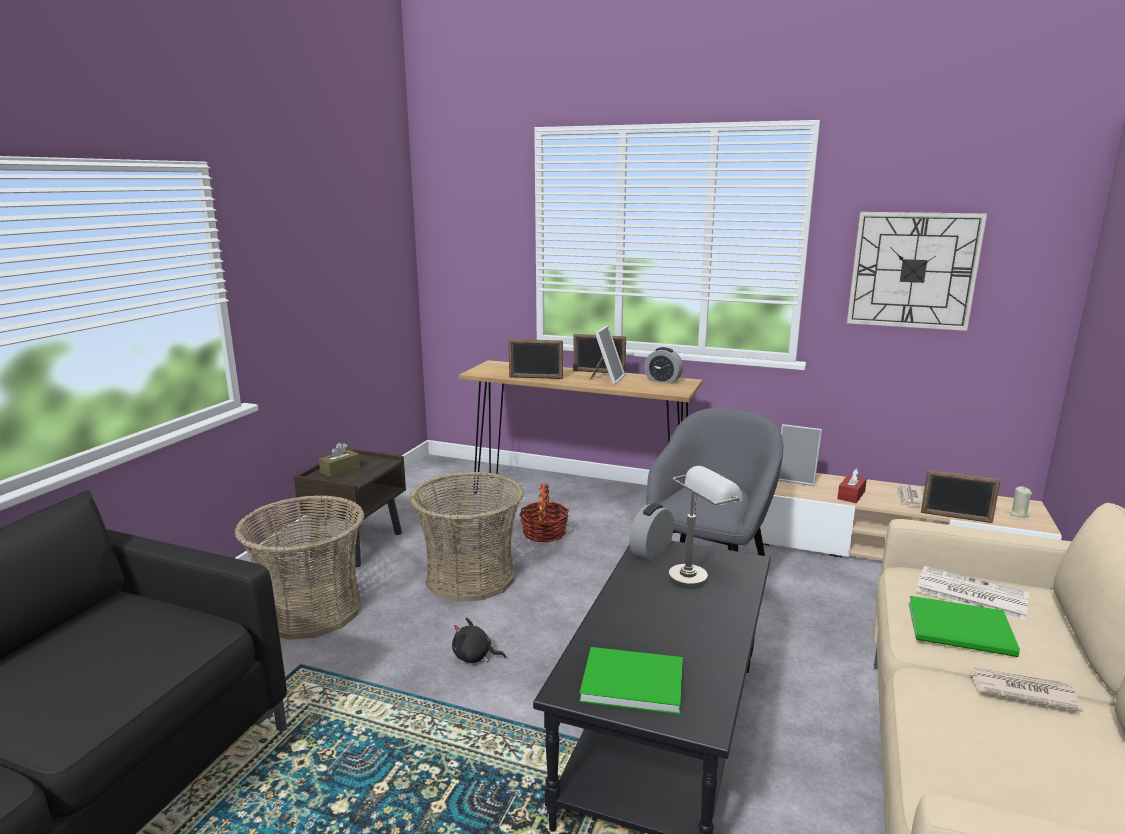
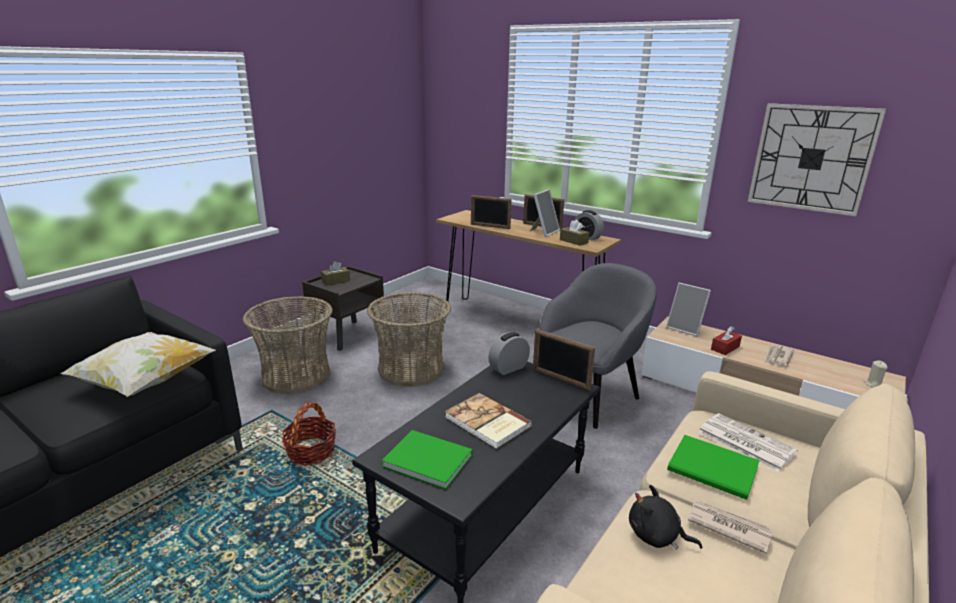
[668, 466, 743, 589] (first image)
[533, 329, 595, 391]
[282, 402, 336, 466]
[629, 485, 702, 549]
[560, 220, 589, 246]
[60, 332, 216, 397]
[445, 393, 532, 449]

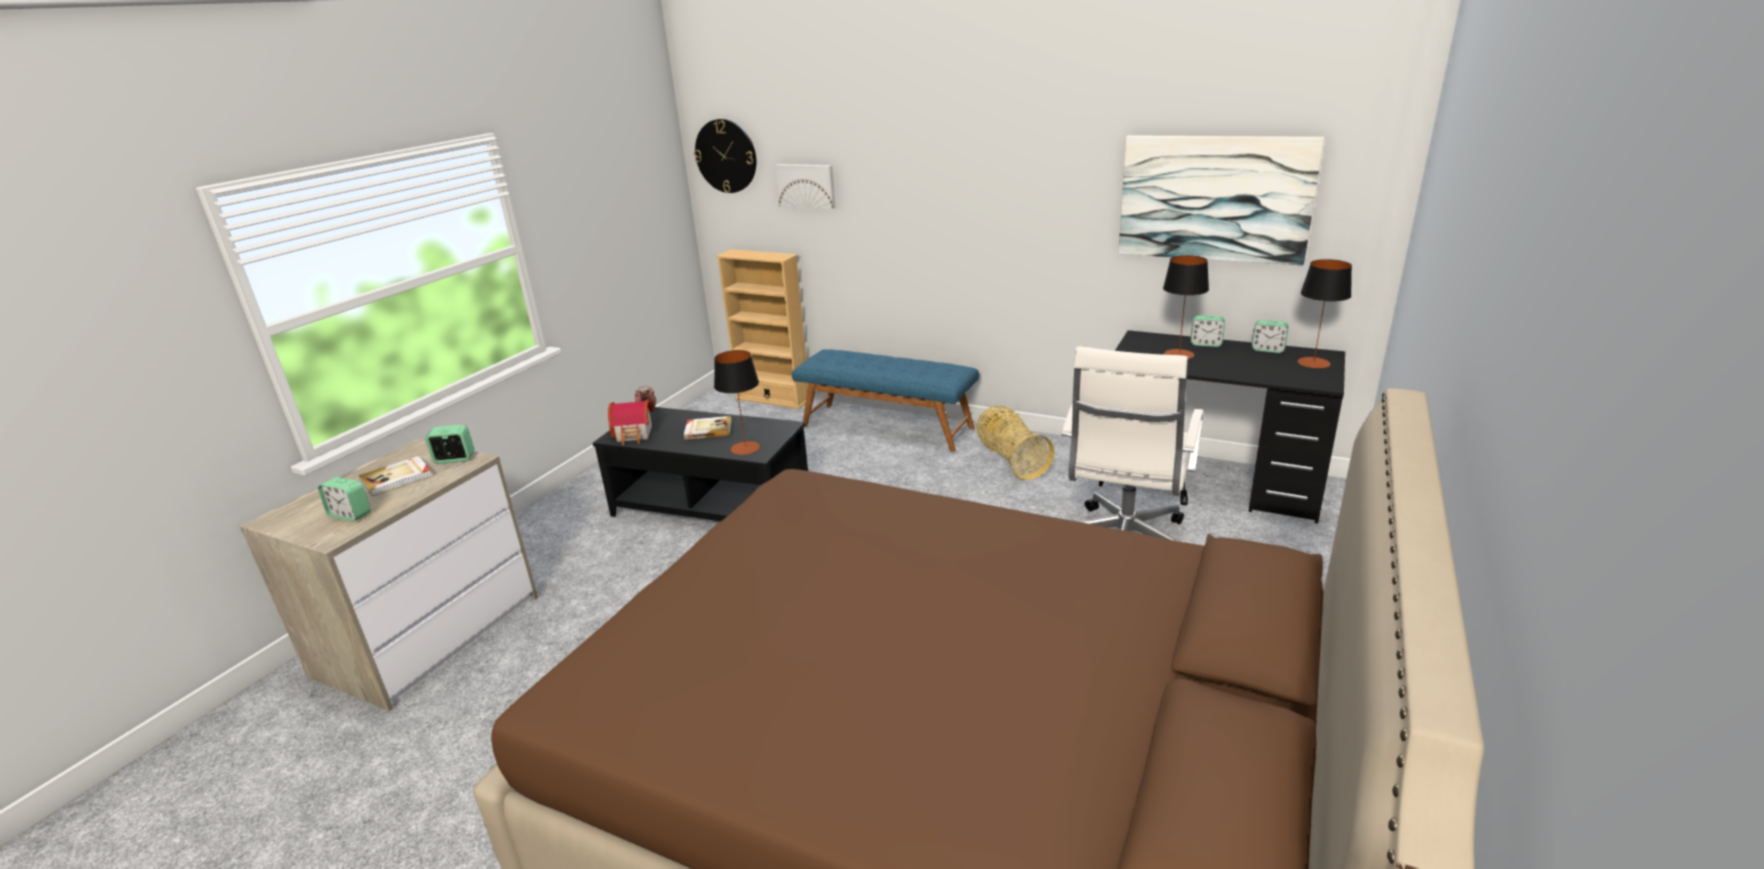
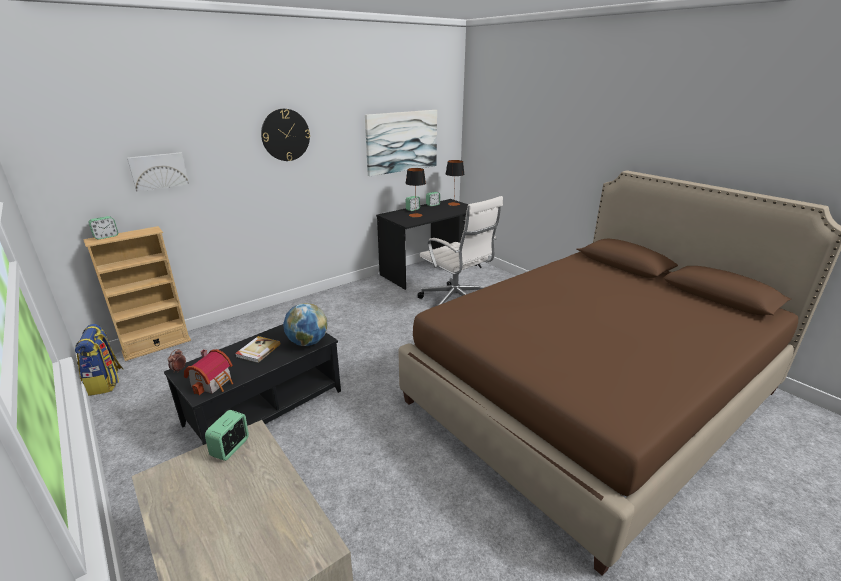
[261, 109, 310, 161]
[792, 349, 979, 452] (first image)
[283, 303, 328, 346]
[977, 406, 1054, 480] (first image)
[359, 456, 433, 496] (first image)
[88, 216, 118, 239]
[75, 324, 123, 396]

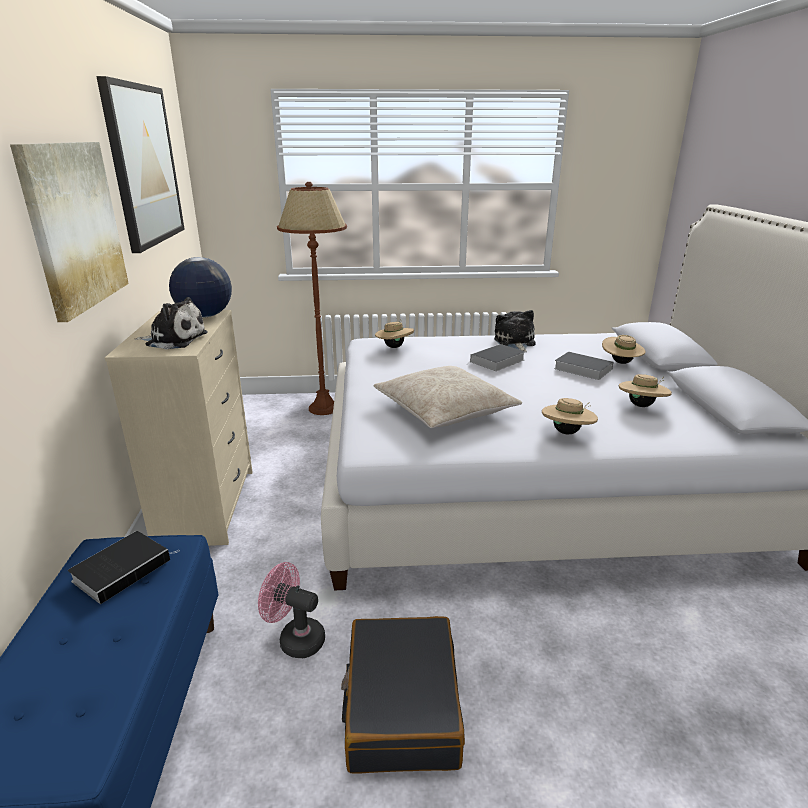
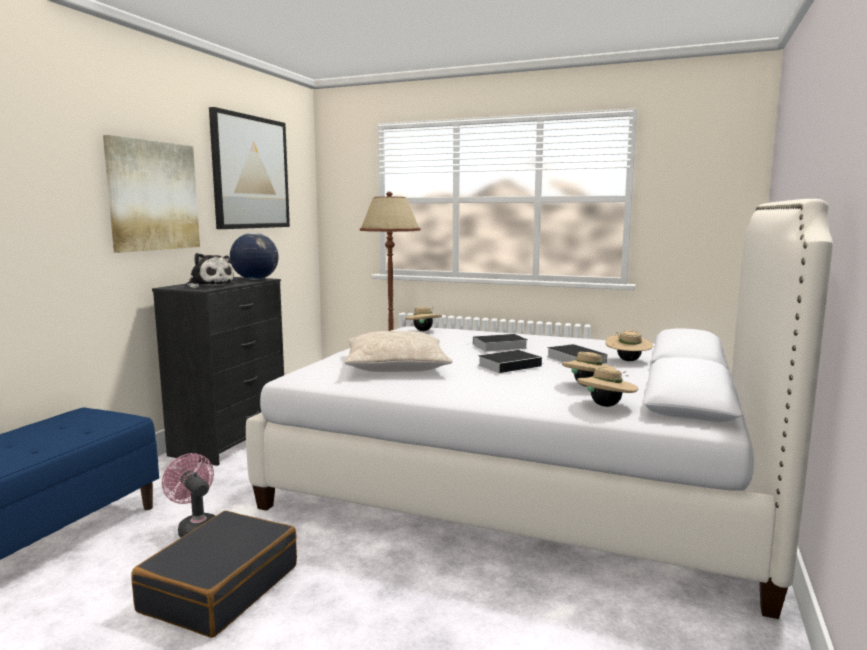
[152, 277, 284, 466]
[494, 310, 536, 352] (first image)
[577, 367, 638, 407]
[478, 350, 542, 373]

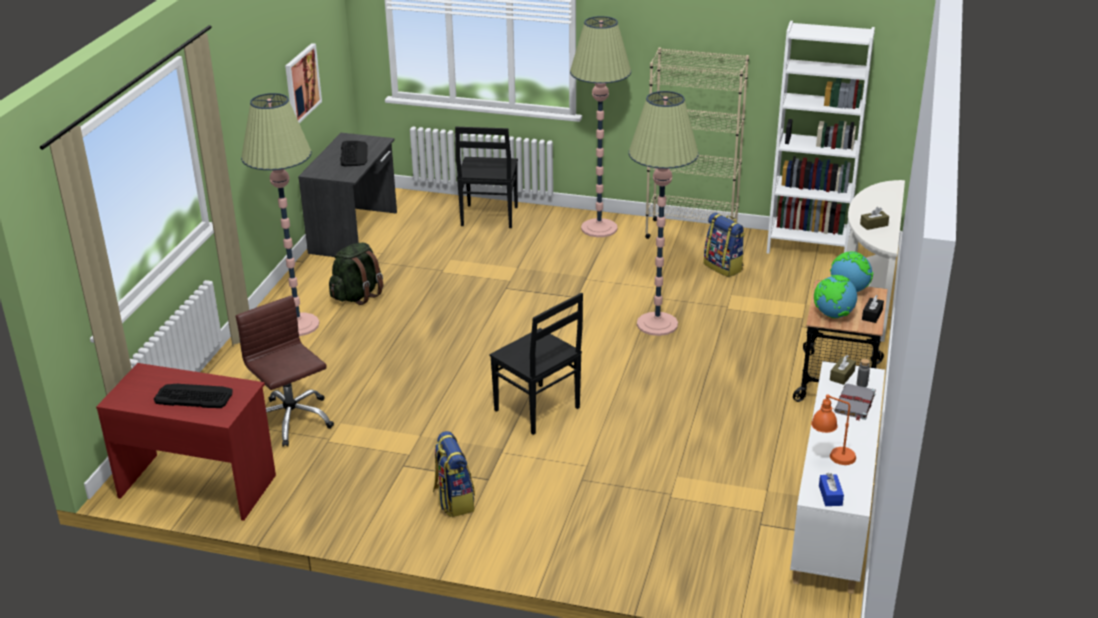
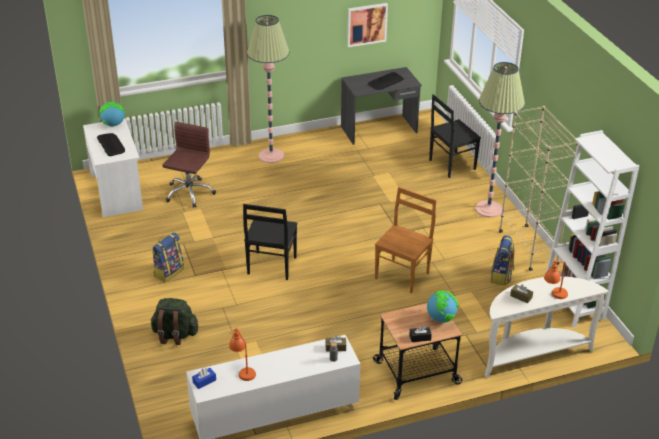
[375, 187, 436, 293]
[150, 298, 198, 345]
[99, 102, 125, 127]
[83, 118, 143, 217]
[834, 384, 876, 421] (first image)
[544, 260, 568, 299]

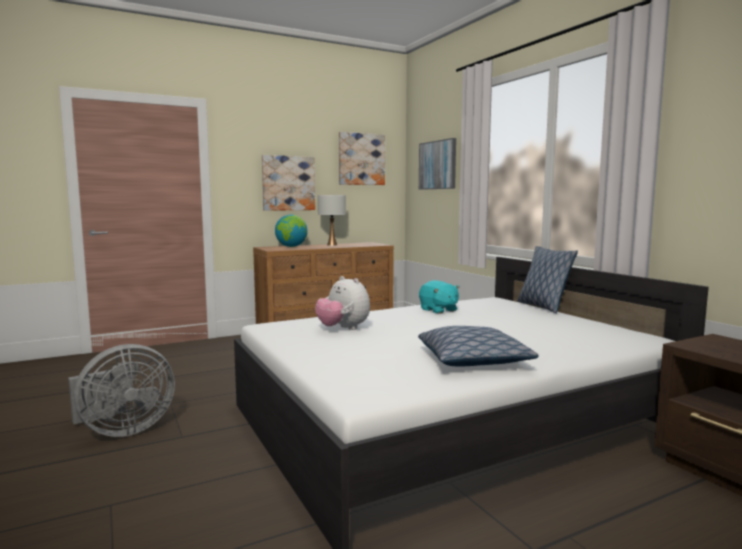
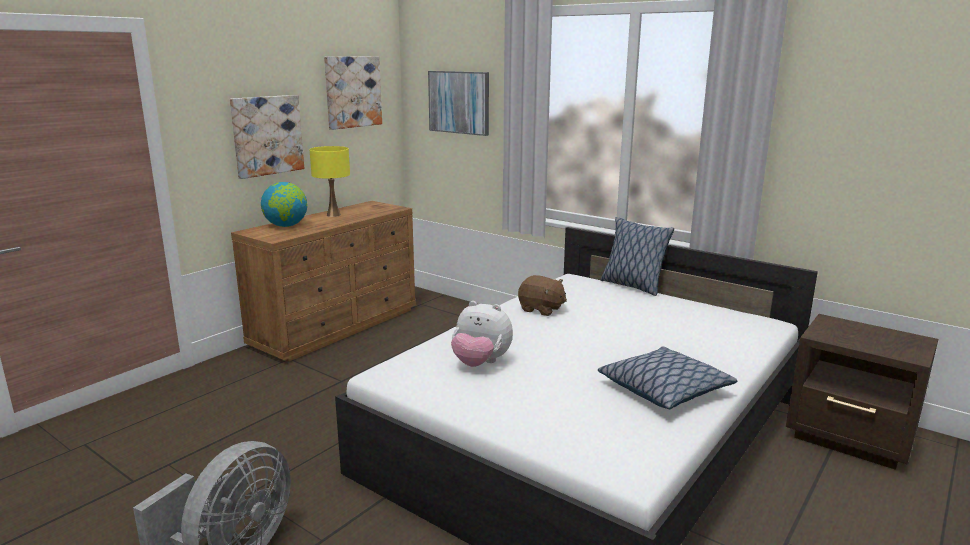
[309, 146, 350, 217]
[518, 275, 567, 316]

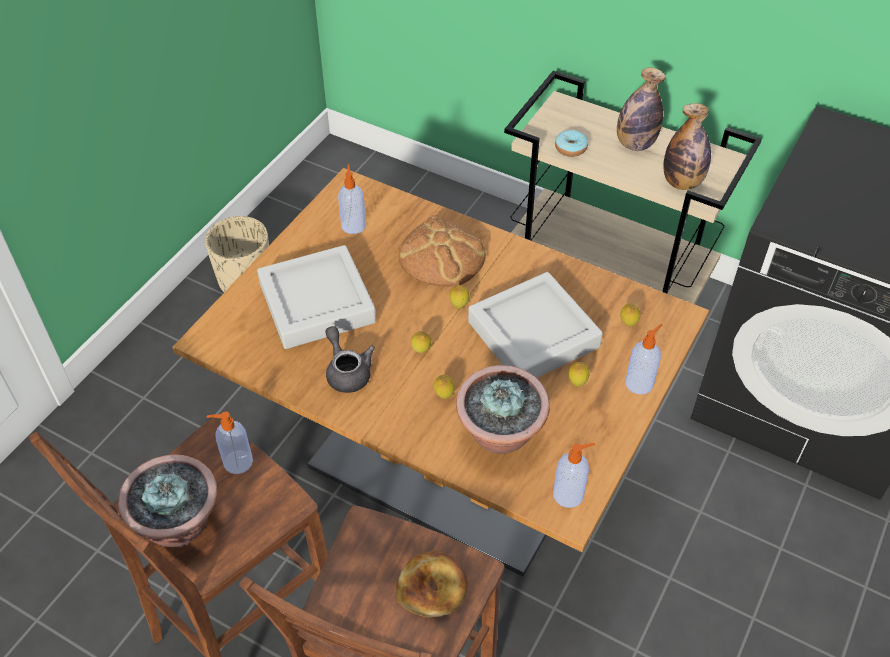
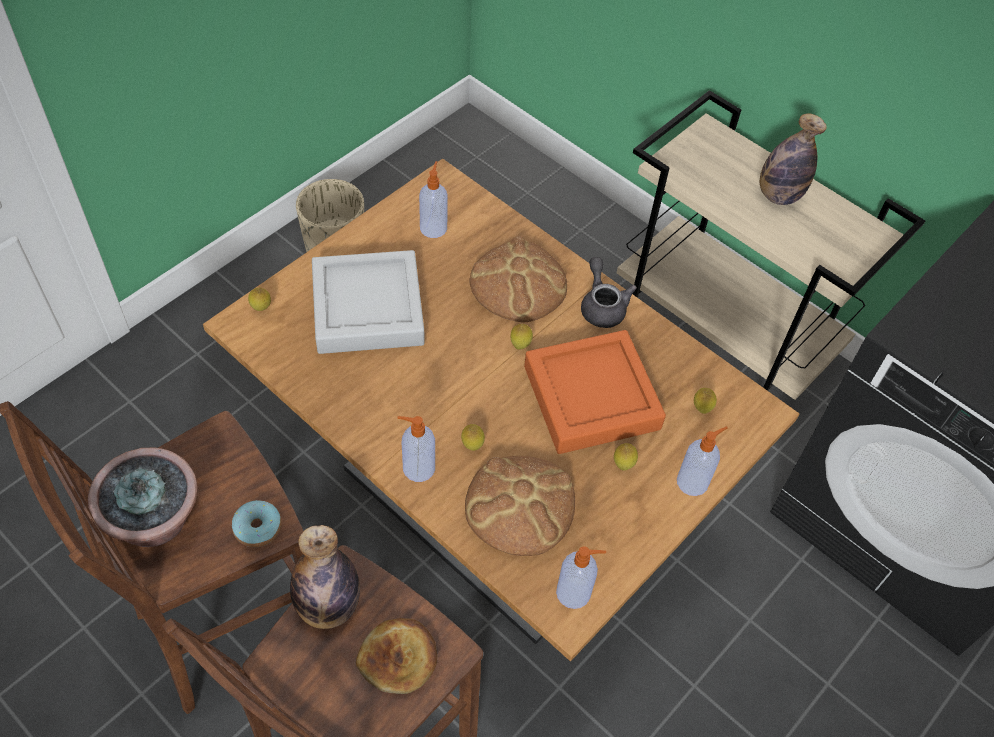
[290, 525, 360, 629]
[232, 500, 282, 547]
[524, 330, 666, 454]
[581, 257, 637, 328]
[248, 288, 271, 311]
[465, 456, 575, 556]
[398, 416, 435, 482]

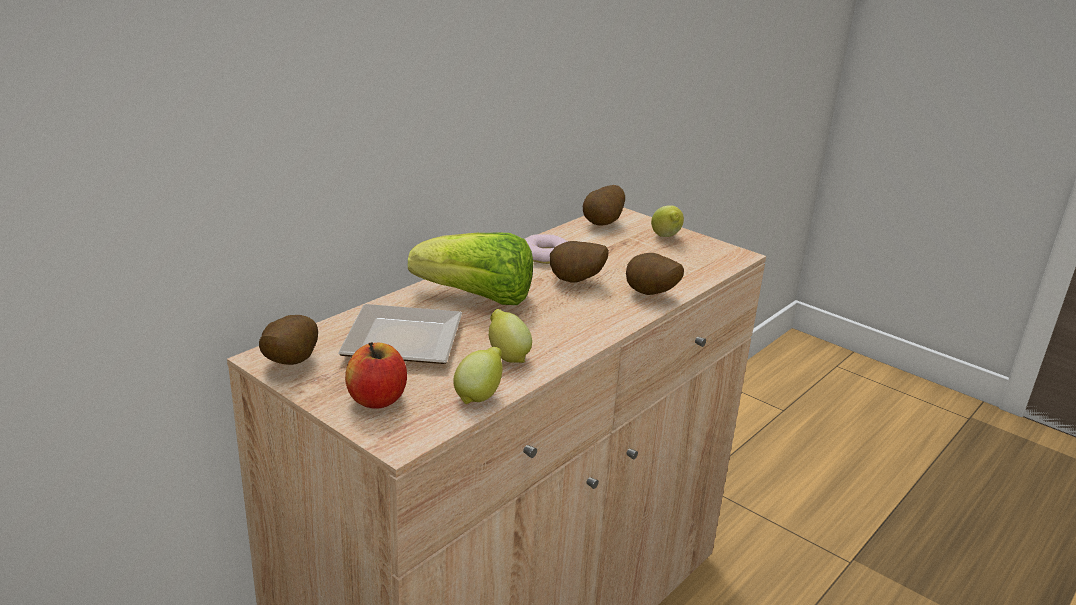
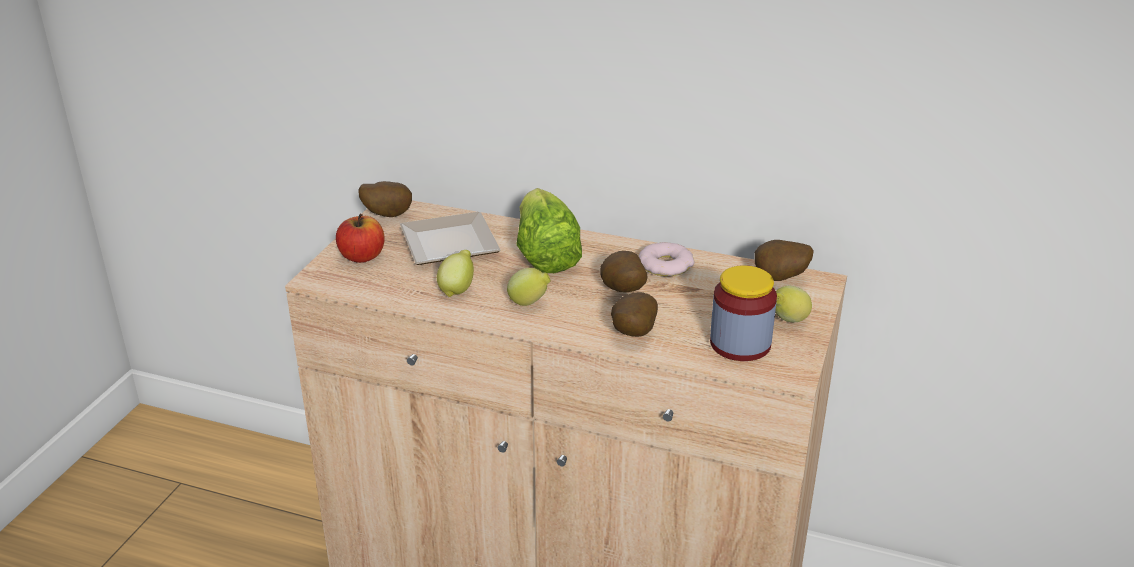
[507, 268, 551, 306]
[710, 265, 777, 361]

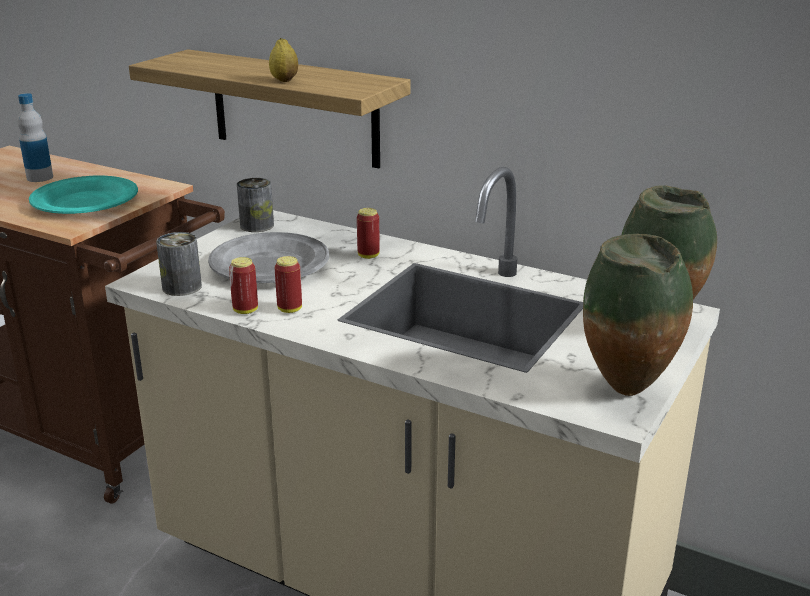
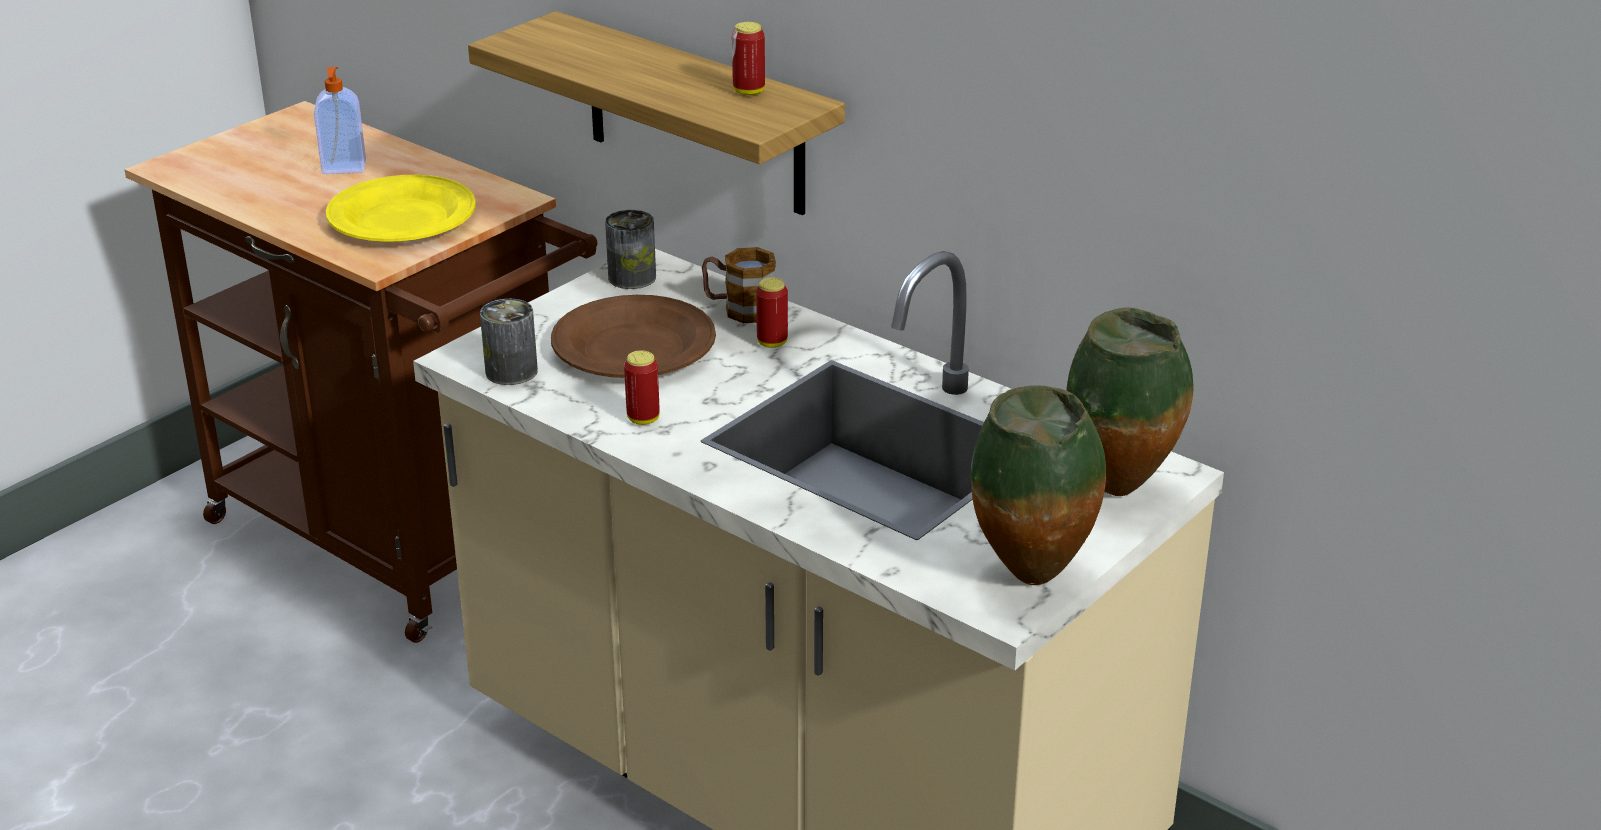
[269, 38, 298, 82] (first image)
[314, 67, 366, 174]
[326, 175, 476, 242]
[551, 295, 716, 378]
[732, 22, 765, 95]
[702, 247, 776, 323]

